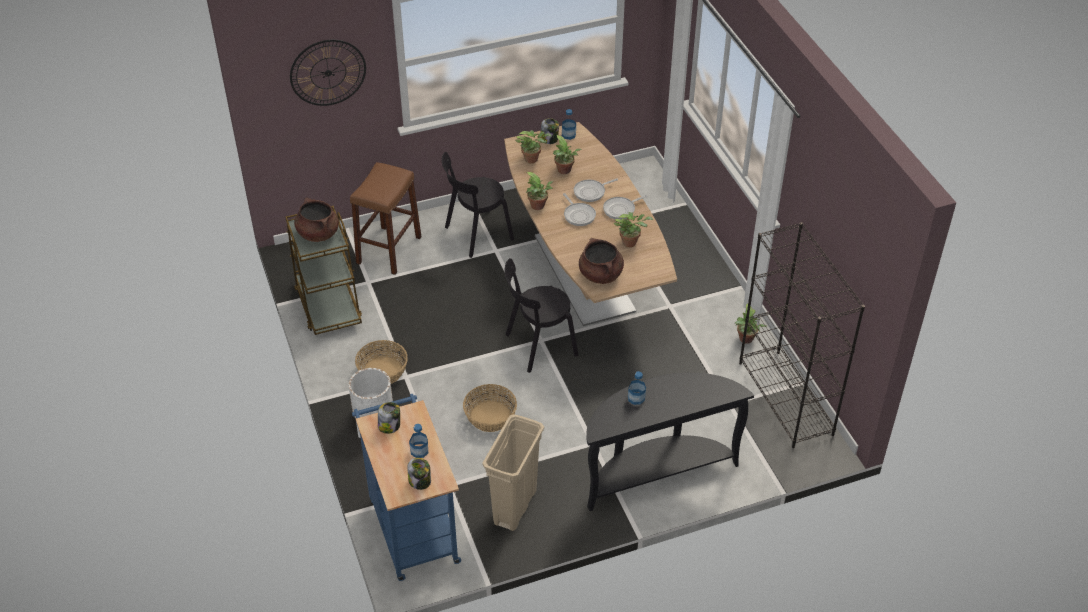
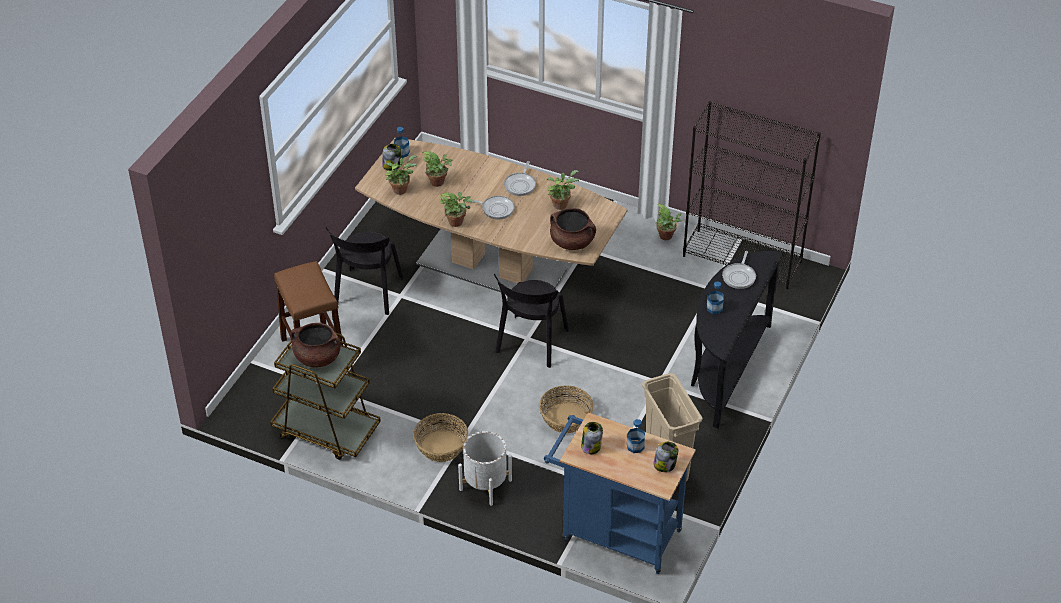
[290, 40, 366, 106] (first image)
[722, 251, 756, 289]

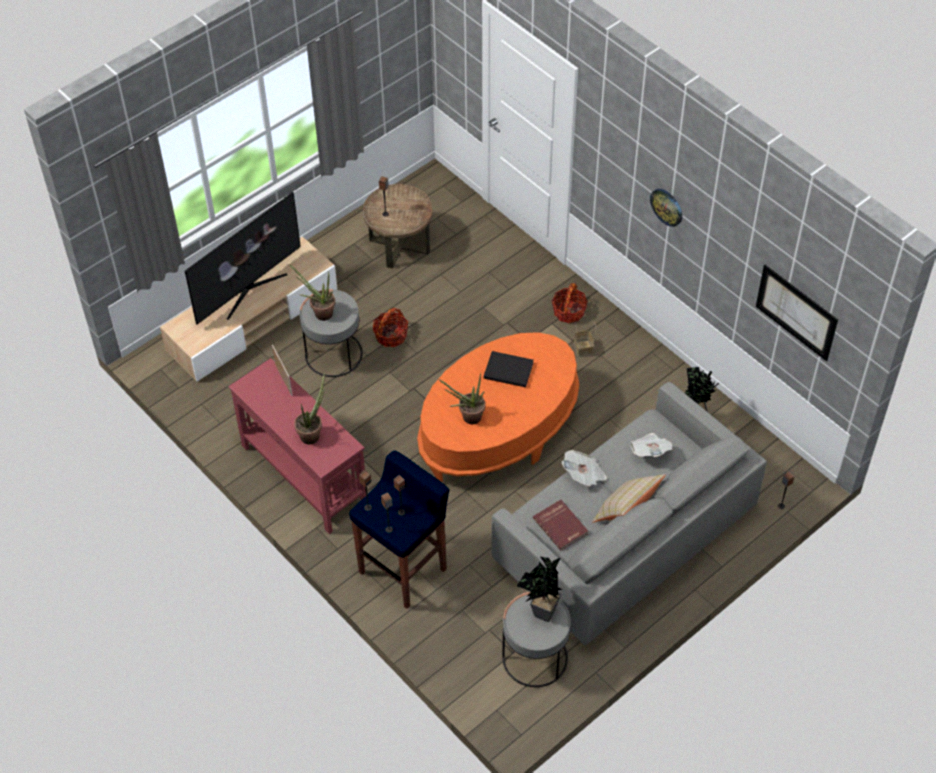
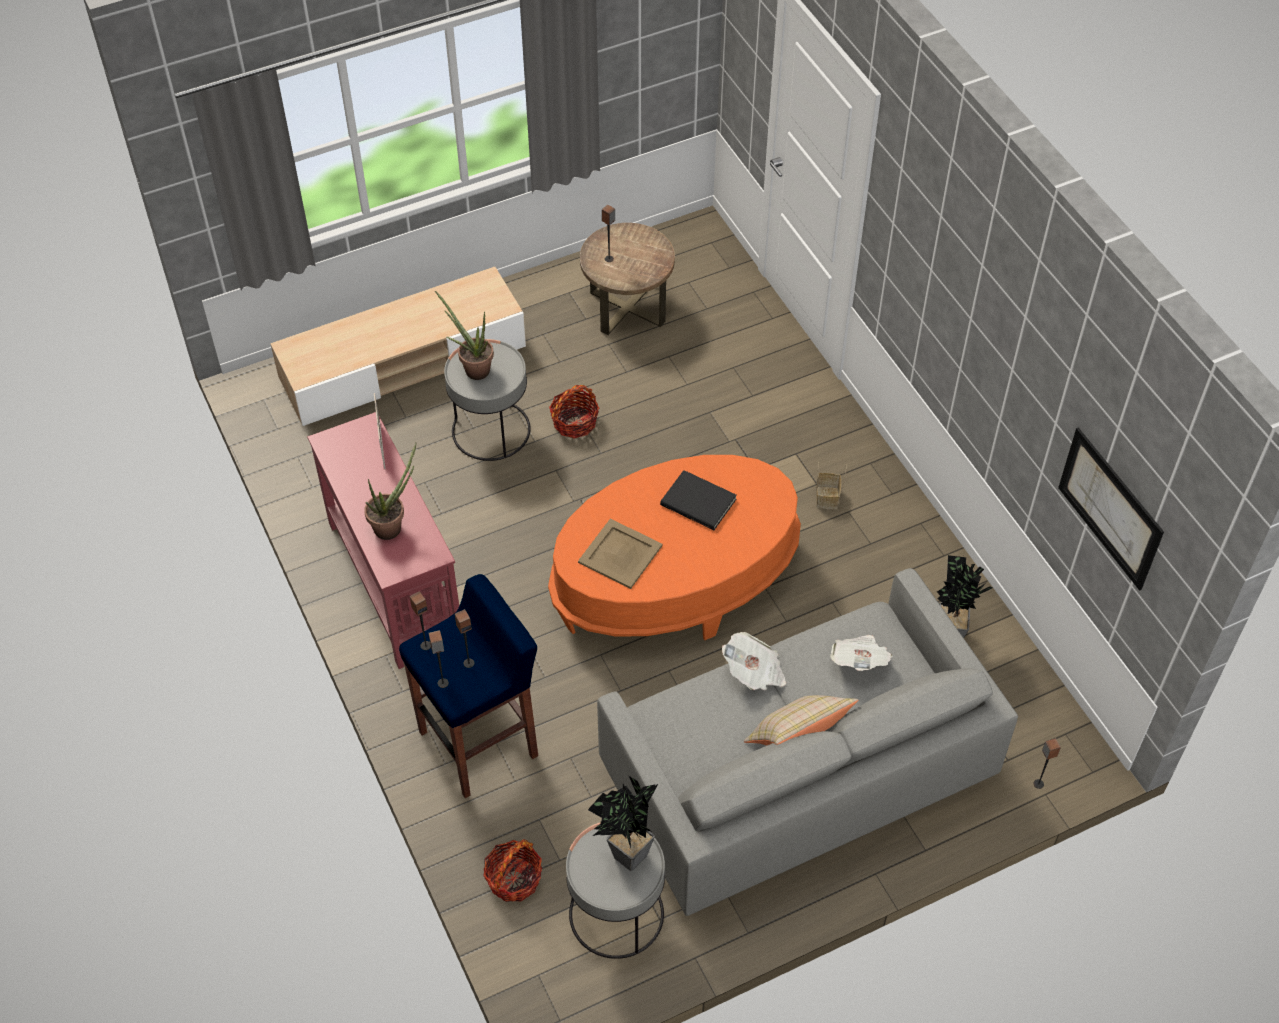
[650, 189, 682, 227] (first image)
[185, 192, 301, 325] (first image)
[483, 839, 542, 902]
[578, 519, 663, 589]
[533, 500, 588, 551] (first image)

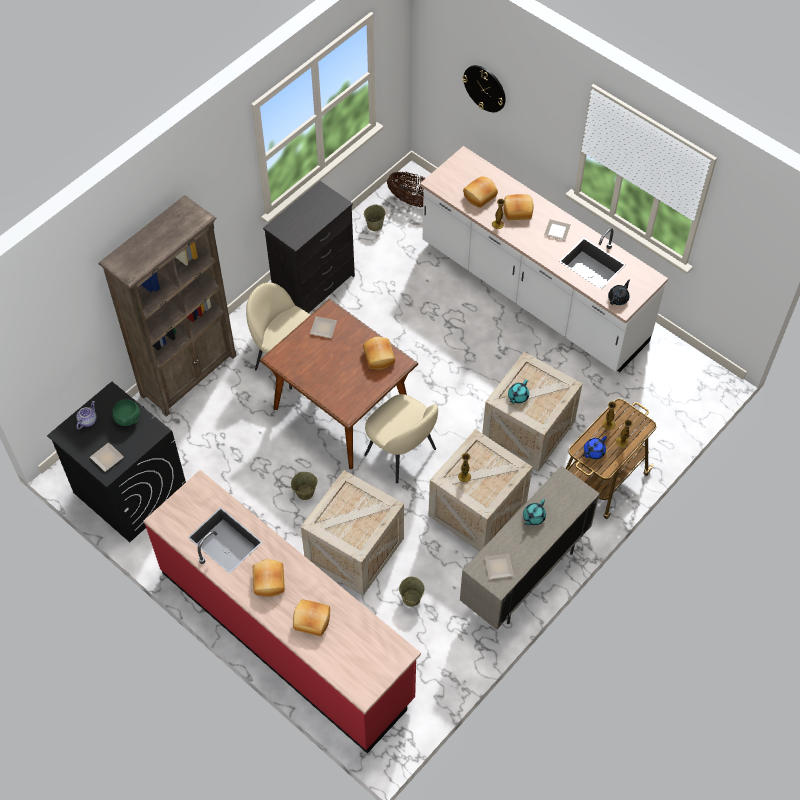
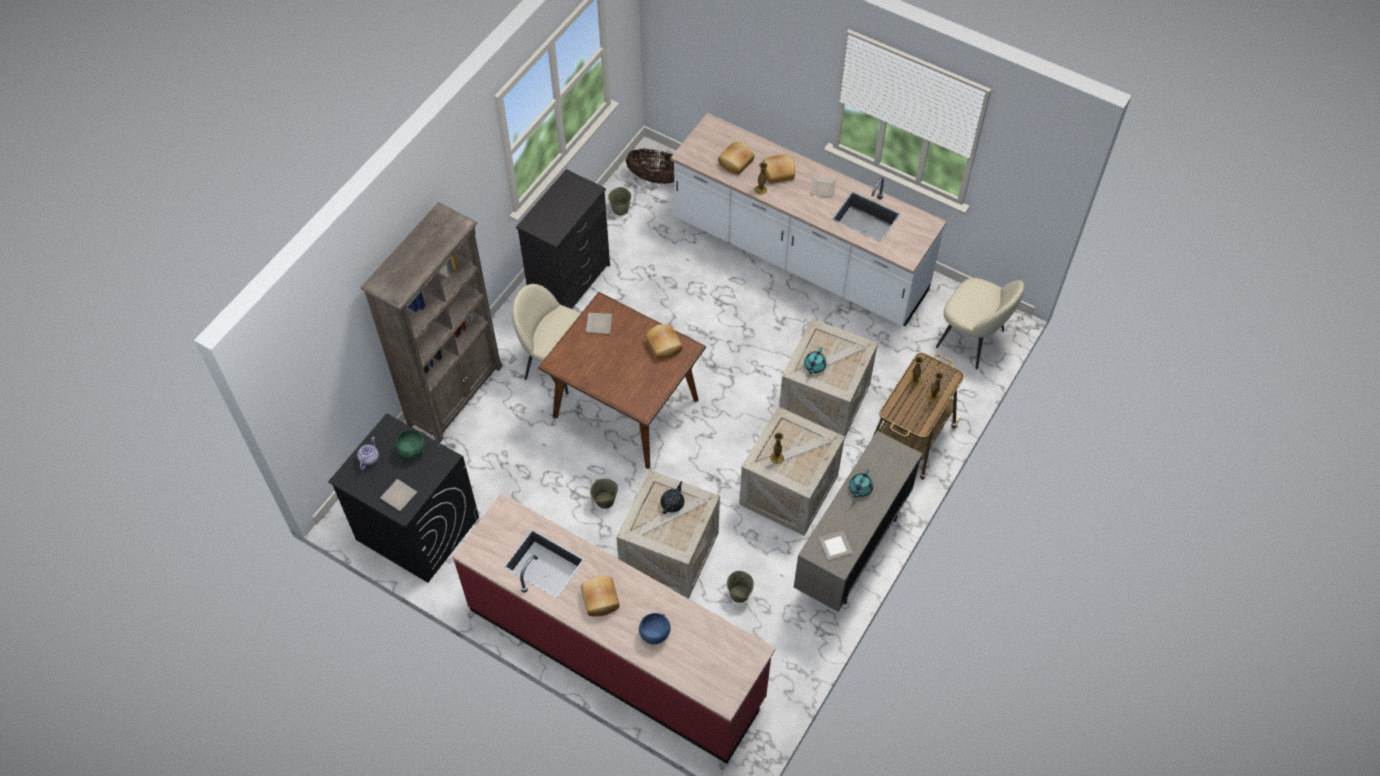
[463, 65, 506, 112] (first image)
[660, 481, 684, 514]
[936, 278, 1025, 369]
[583, 436, 607, 459] (first image)
[639, 613, 671, 644]

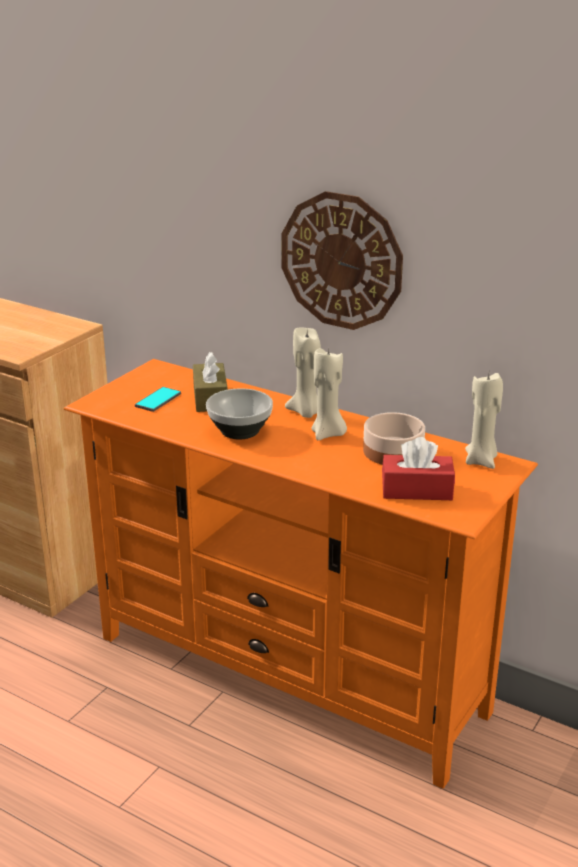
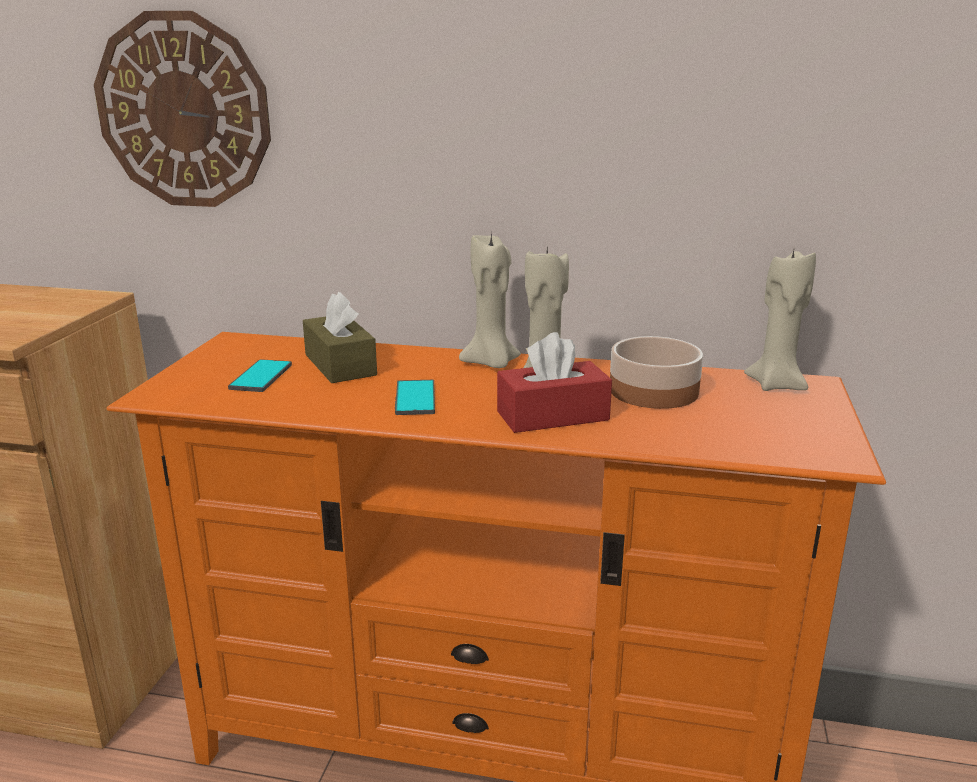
[94, 11, 271, 207]
[395, 380, 435, 415]
[497, 332, 612, 433]

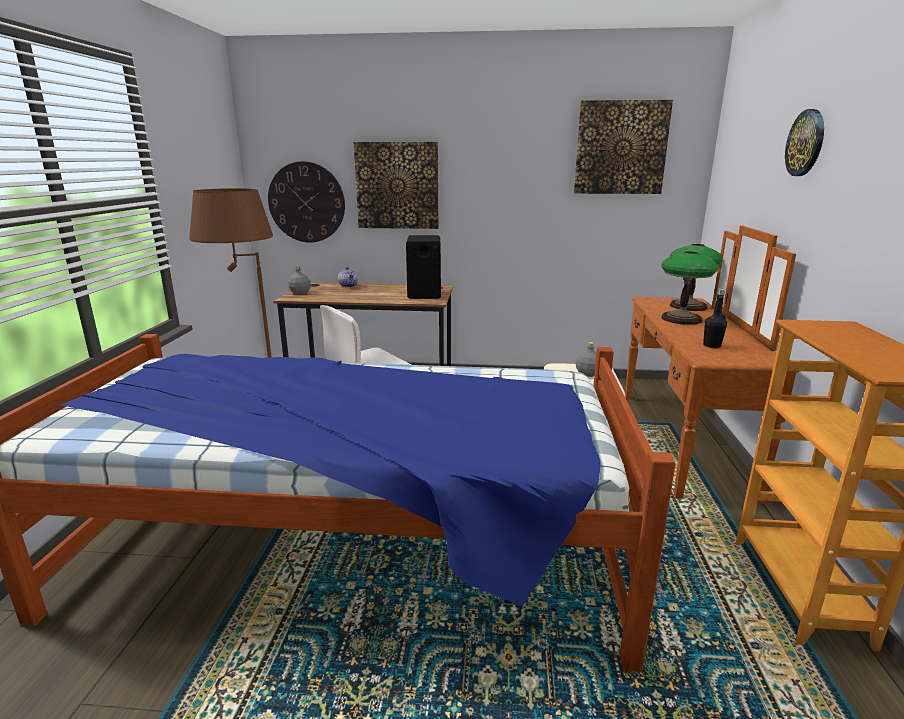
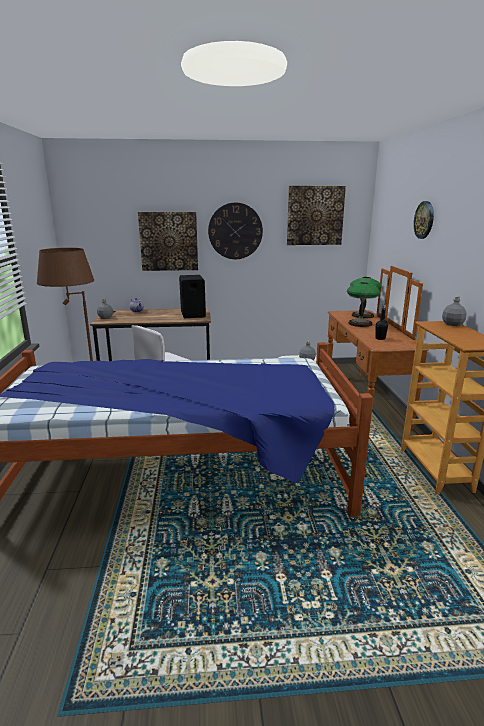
[208, 203, 263, 259]
[442, 296, 467, 326]

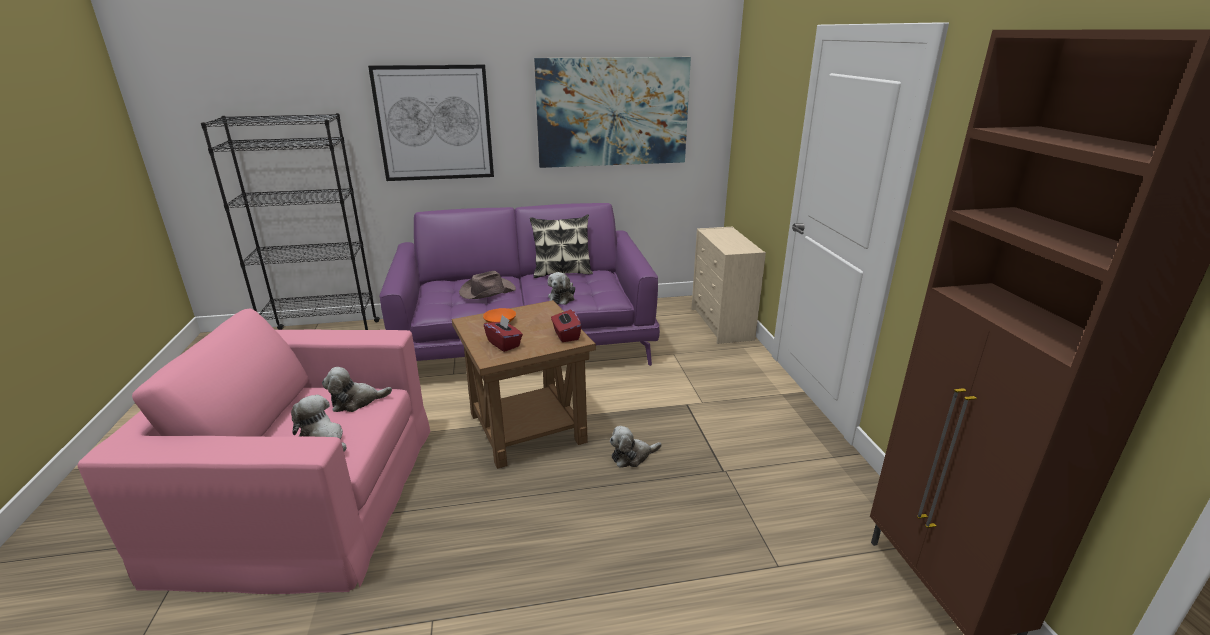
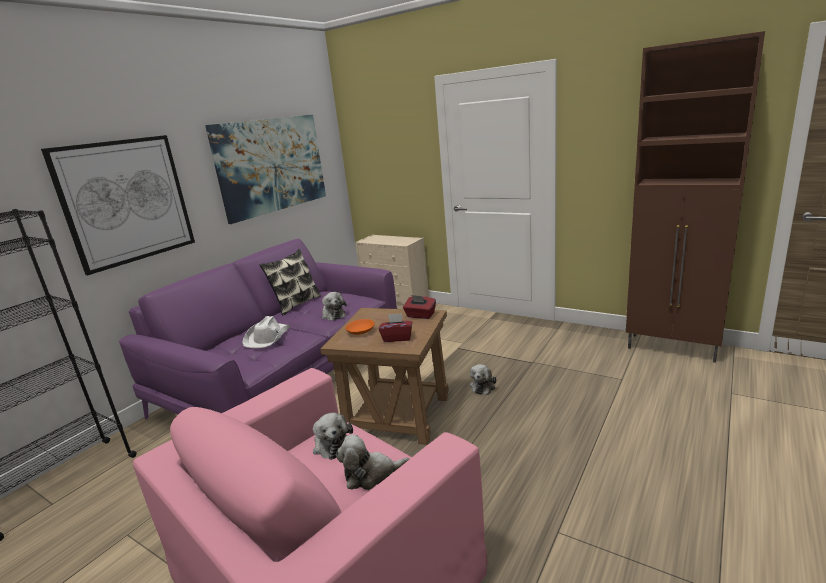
[242, 316, 291, 348]
[313, 413, 353, 460]

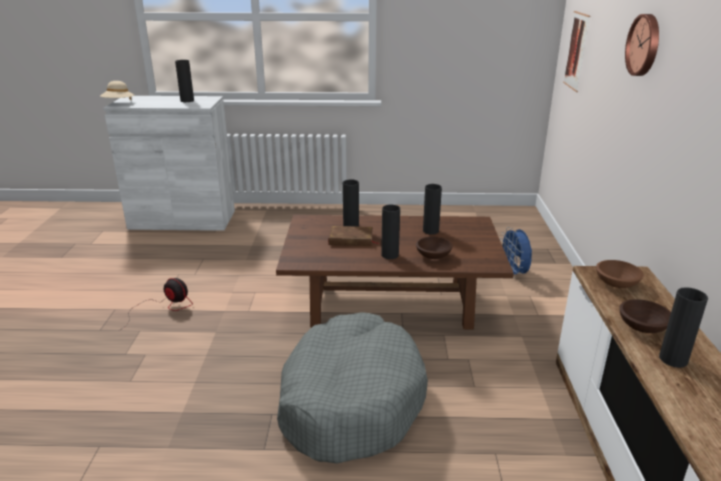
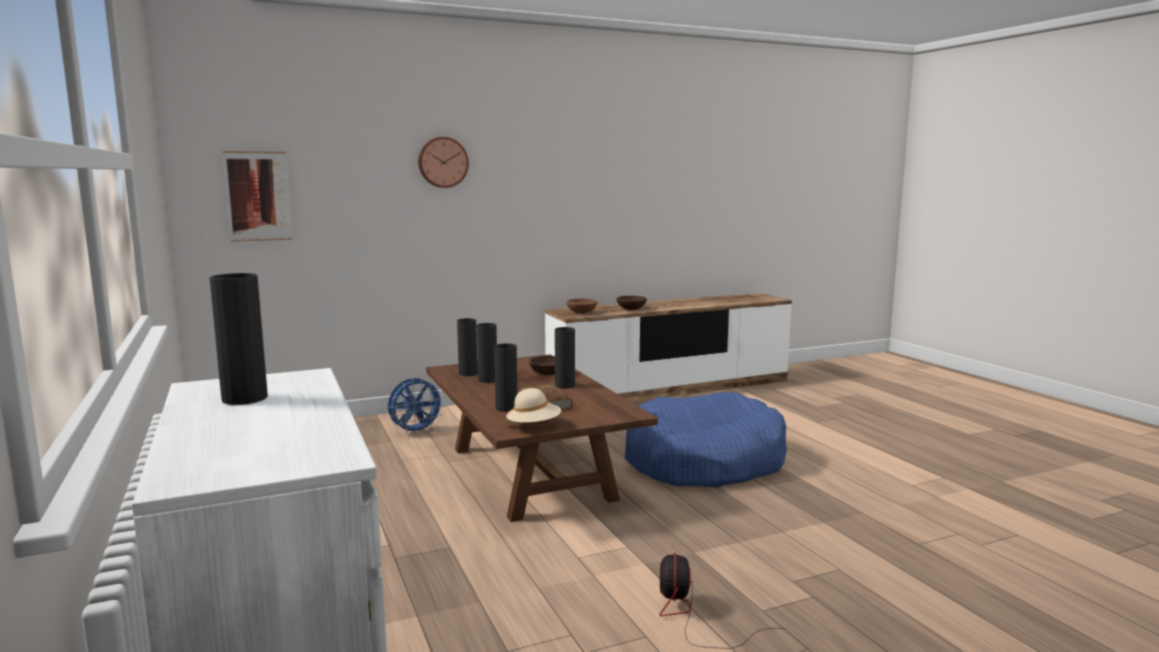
[506, 388, 561, 425]
[457, 318, 478, 376]
[625, 392, 787, 488]

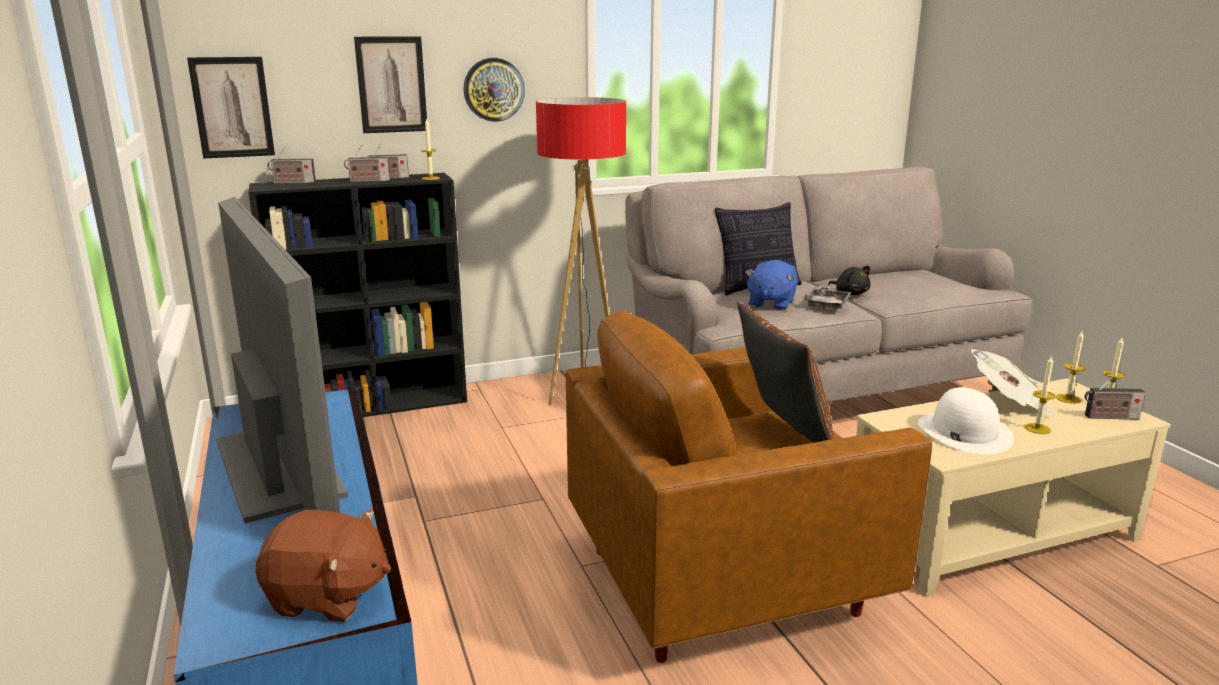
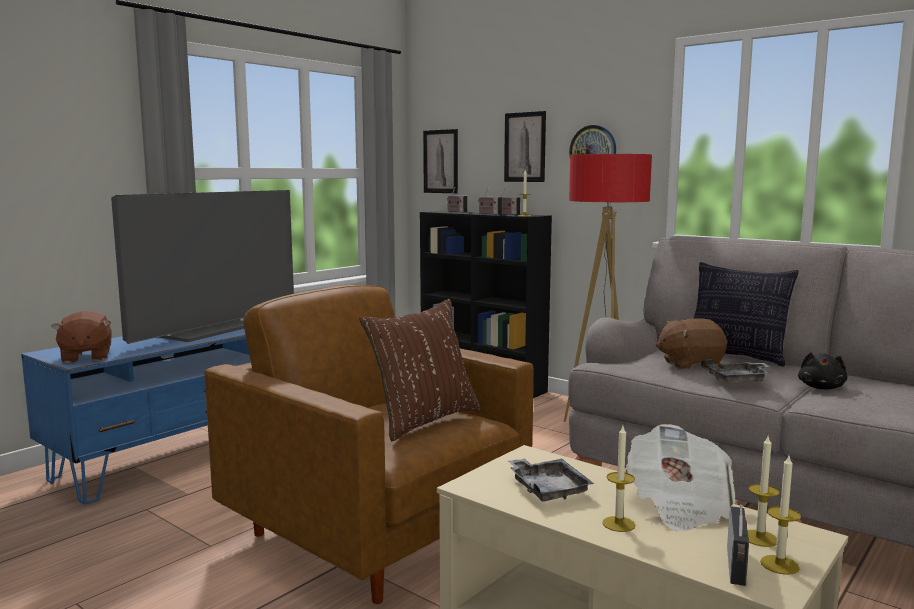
[656, 318, 727, 369]
[727, 505, 749, 586]
[508, 458, 595, 502]

